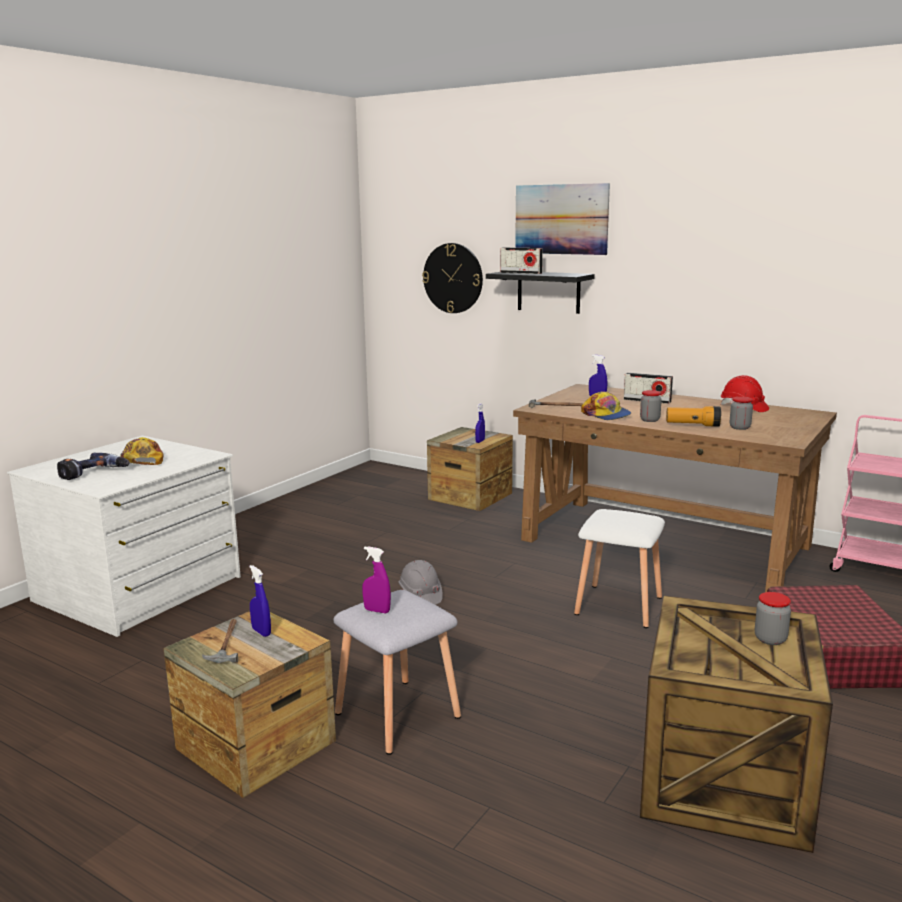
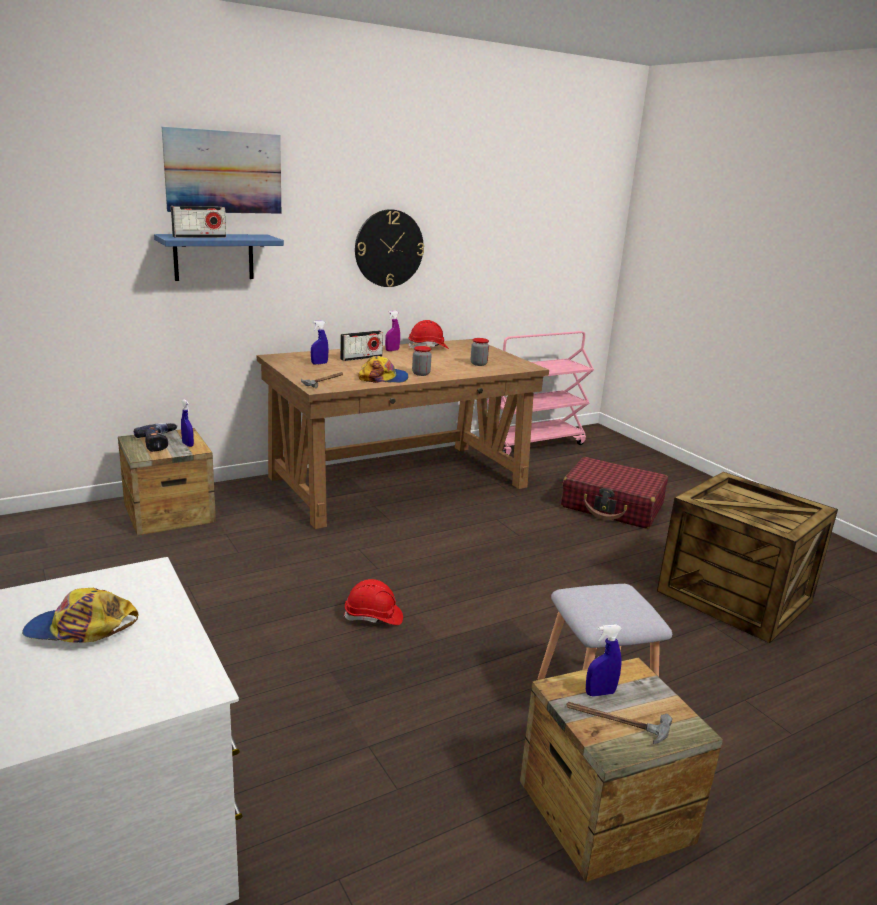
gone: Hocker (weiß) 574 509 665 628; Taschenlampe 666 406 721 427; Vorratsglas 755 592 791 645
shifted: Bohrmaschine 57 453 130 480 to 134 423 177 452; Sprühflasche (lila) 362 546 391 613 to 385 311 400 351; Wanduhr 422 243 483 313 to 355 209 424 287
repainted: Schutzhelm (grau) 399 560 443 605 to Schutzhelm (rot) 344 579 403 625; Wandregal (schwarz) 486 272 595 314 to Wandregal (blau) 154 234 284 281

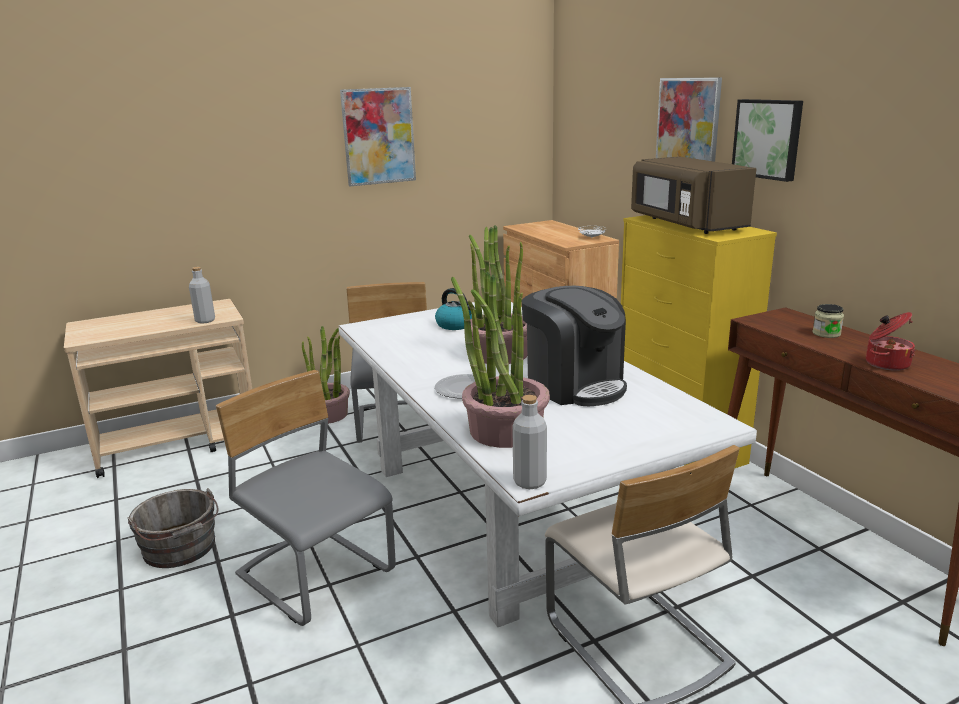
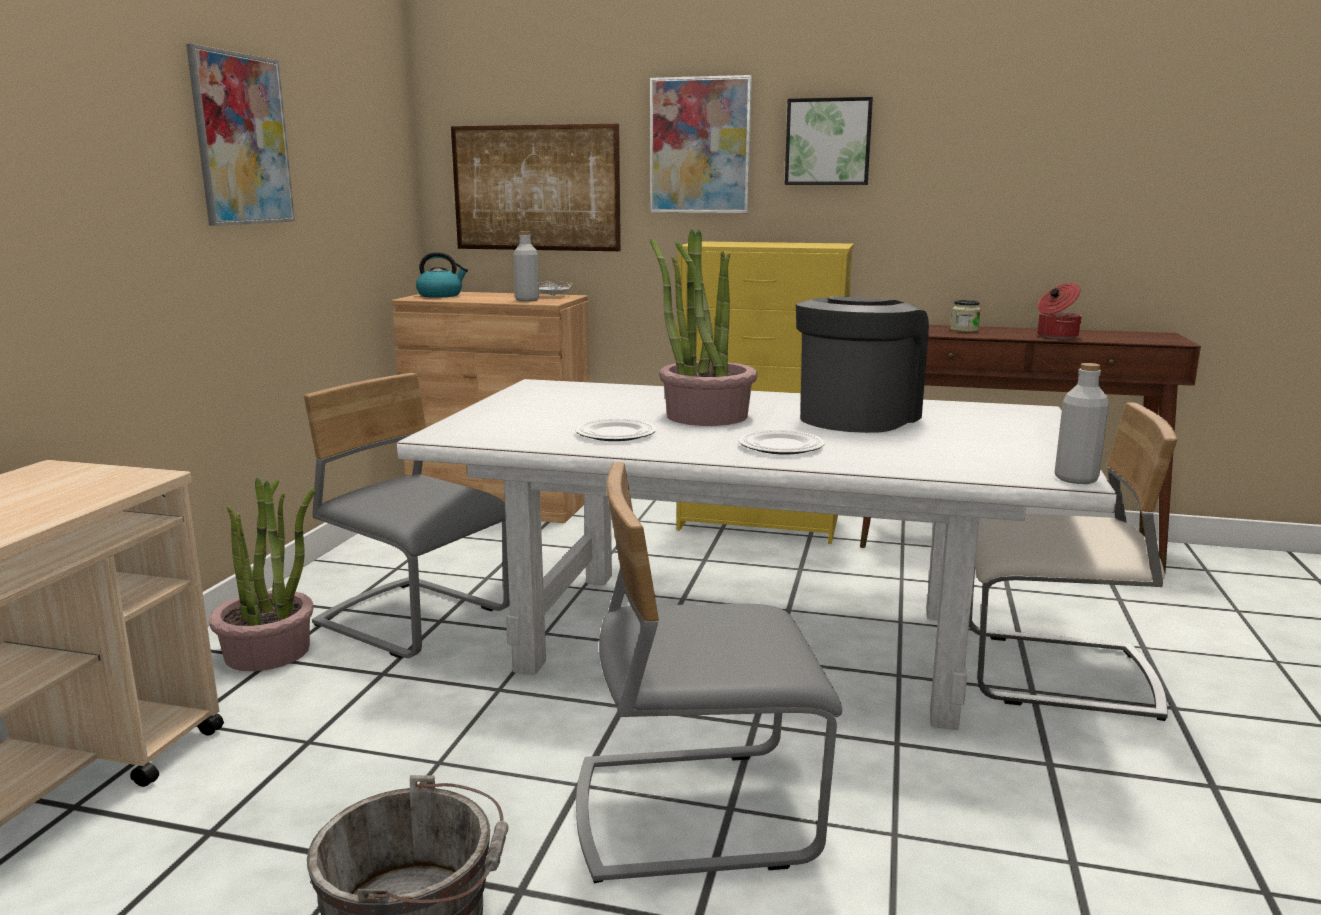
gone: Topfpflanze 451 271 550 448; Mikrowelle (braun) 631 156 757 234
new: Bild 451 123 621 251; Teller 575 419 657 441
shifted: Flasche (grau) 189 267 215 324 to 513 231 539 302; Wasserkessel 435 288 475 330 to 416 252 468 298
rotated: Kaffeemaschine 522 286 627 406 = 796 296 929 433 60 degrees counterclockwise

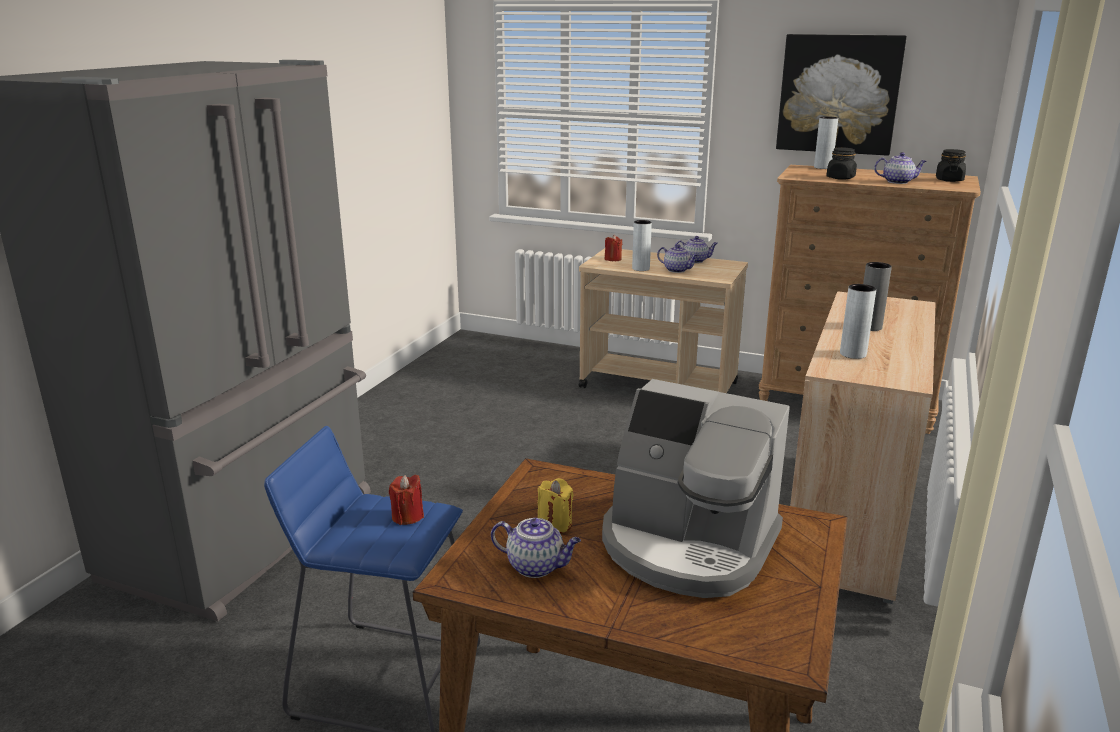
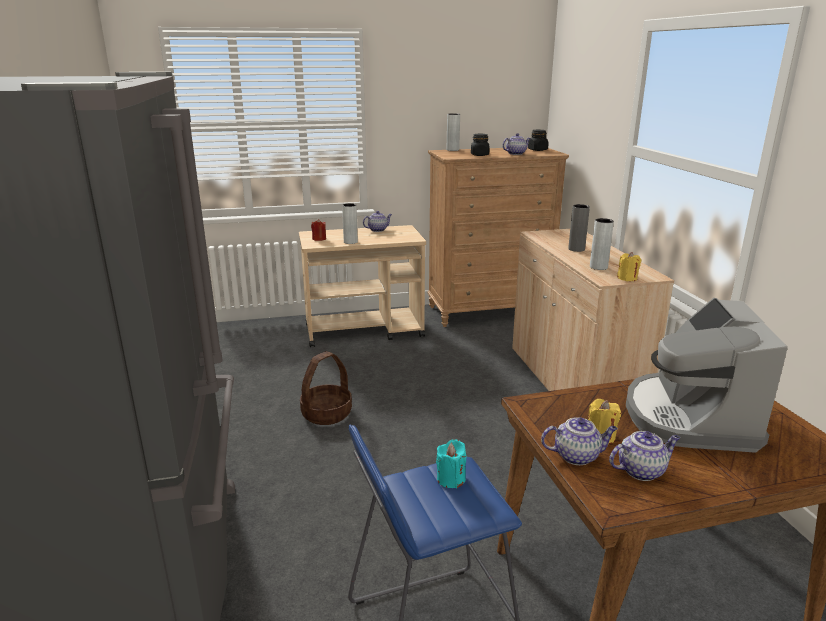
gone: Bild 776 34 907 156
new: Korb 300 351 352 425; Kerze (gelb) 617 252 641 281
shifted: Teekanne 657 244 699 273 to 541 417 618 465
repainted: Kerze (rot) 389 475 424 525 to Kerze (türkis) 436 439 466 488
rotated: Kaffeemaschine 602 379 790 598 = 626 298 788 453 105 degrees clockwise

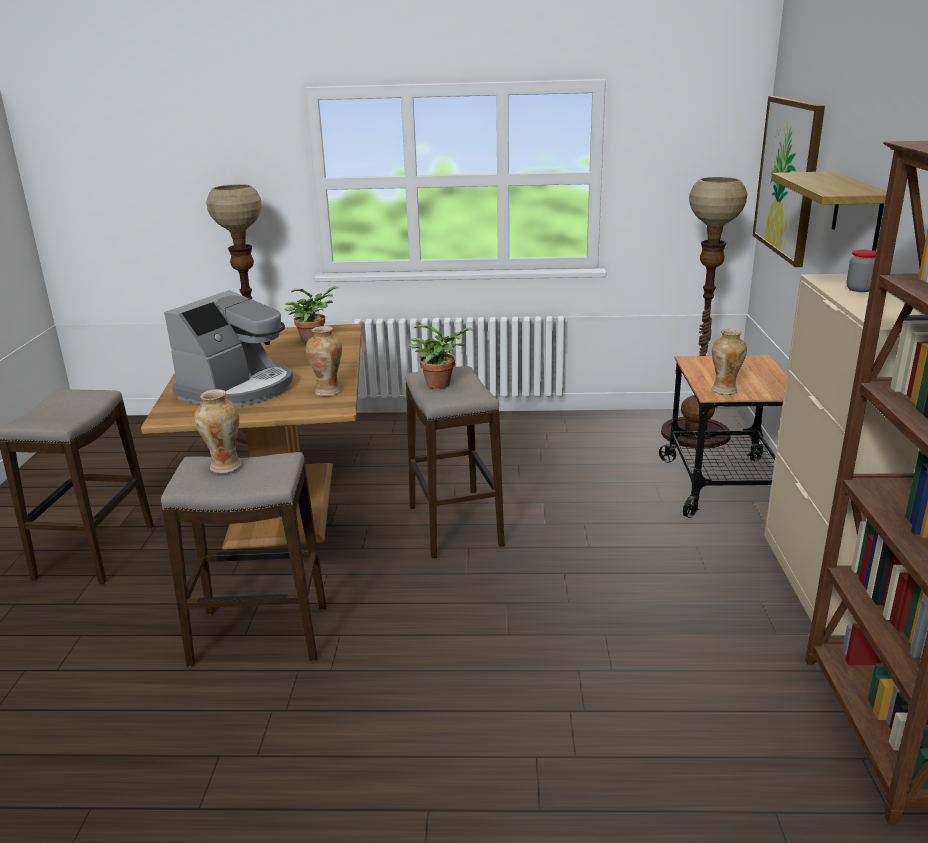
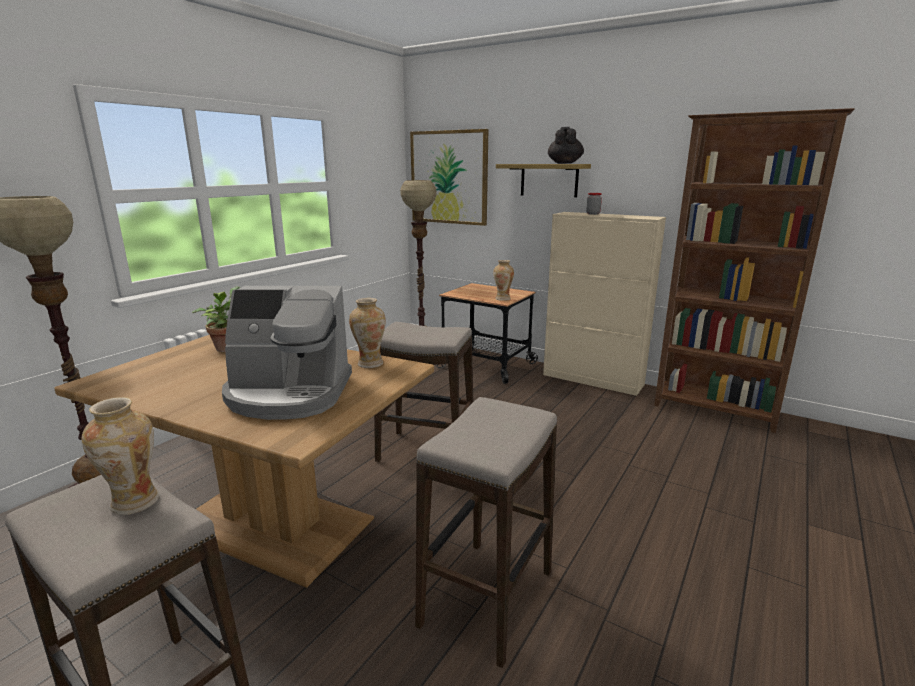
gone: Topfpflanze 409 324 473 389
new: Teekanne (schwarz) 548 127 584 164
shifted: Vase 194 389 241 473 to 81 397 159 515
rotated: Kaffeemaschine 164 290 293 407 = 222 286 352 420 120 degrees clockwise

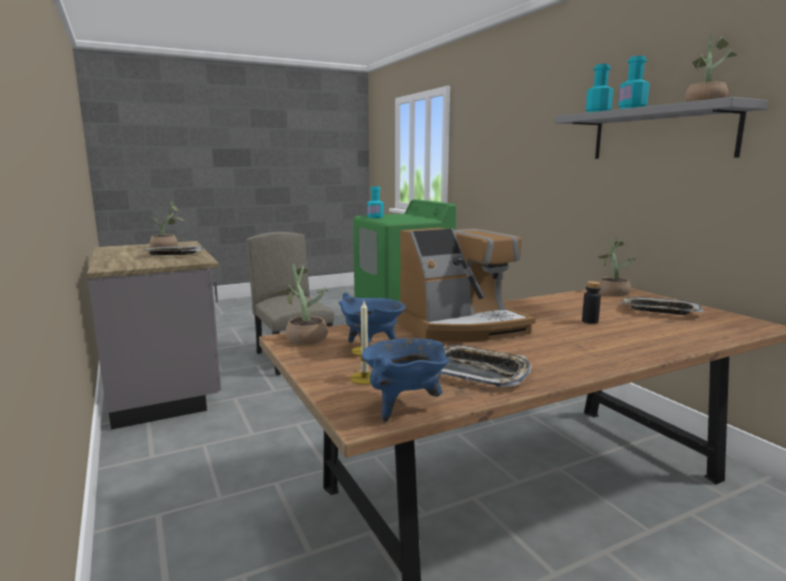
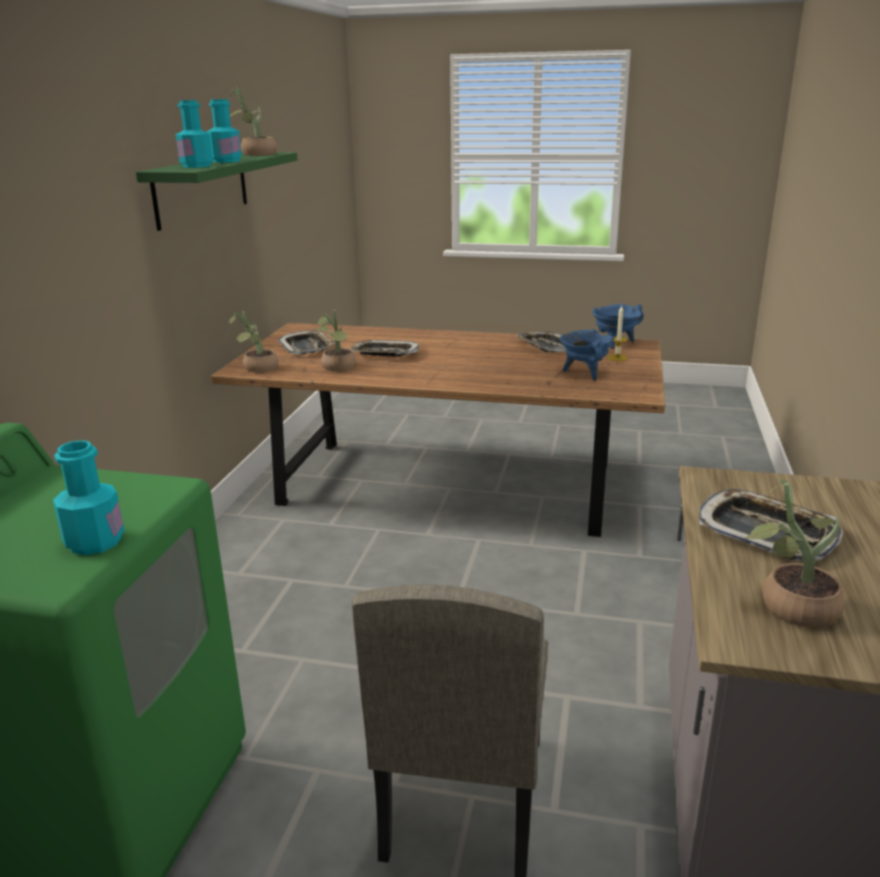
gone: Kaffeemaschine 396 228 536 342
shifted: Topfpflanze 278 264 328 345 to 317 310 356 372
swapped: Flasche (schwarz) 582 281 601 324 to Tablett 350 340 419 357
repainted: Wandregal (grau) 554 97 769 159 to Wandregal (grün) 136 152 298 231

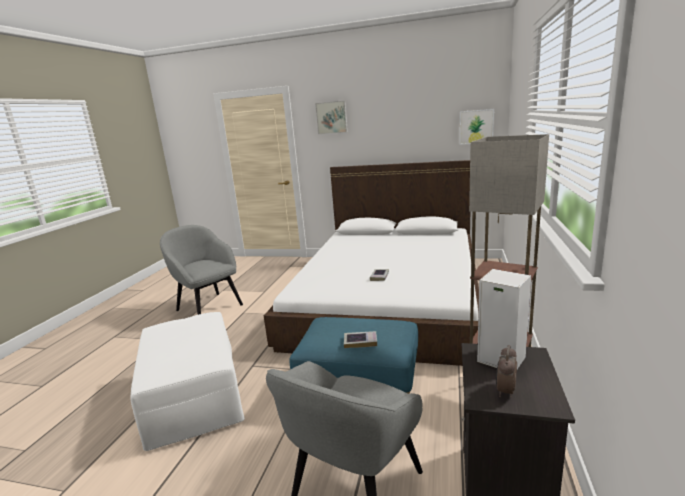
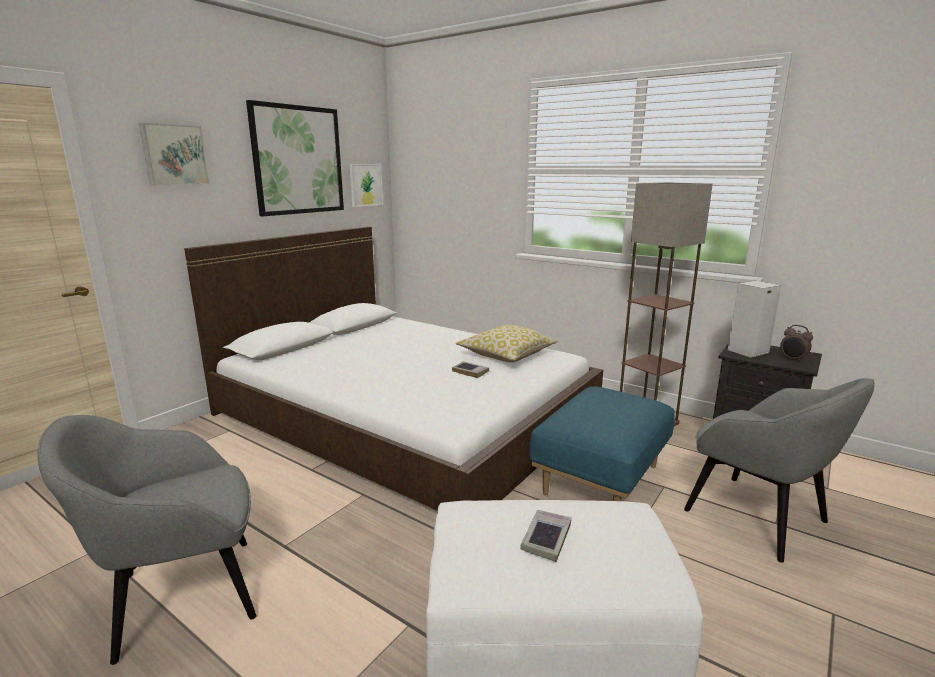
new: Bild 246 100 344 216; Kissen 456 325 558 362
shifted: Buch 344 331 377 348 to 520 510 572 562

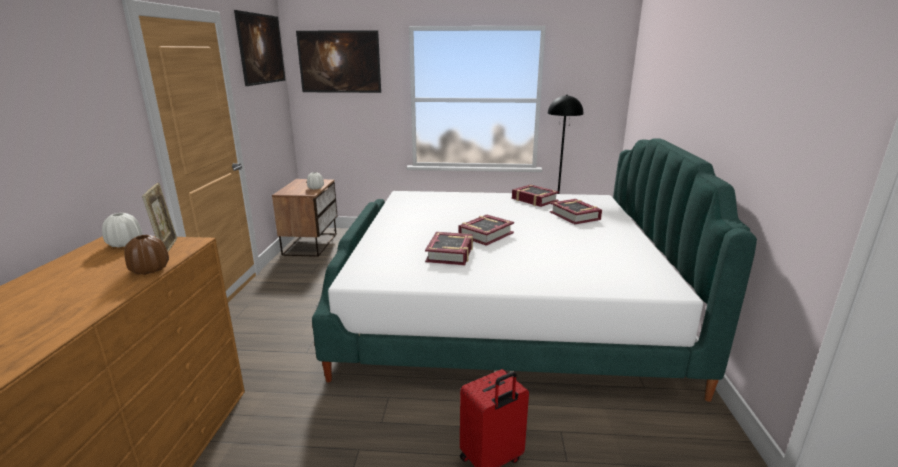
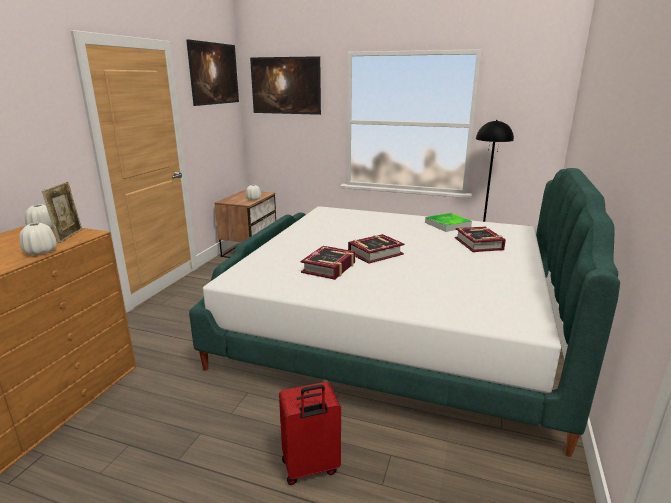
swapped: Buch 512 185 559 207 to Tablett 425 213 472 232
repainted: Vase (braun) 125 235 169 275 to Vase (weiß) 19 223 57 255

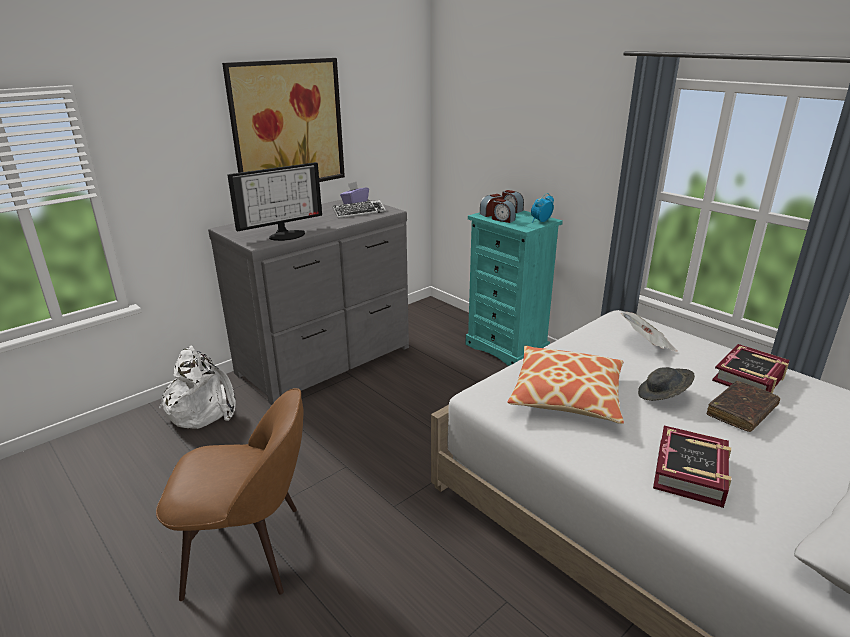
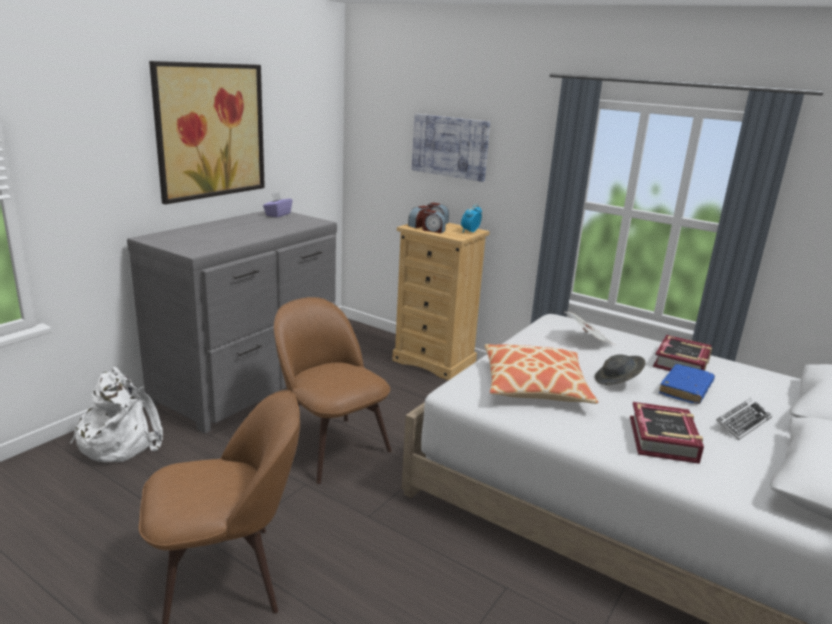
gone: Monitor 227 162 322 241
new: Stuhl (braun) 274 297 392 484; Bild 412 114 490 182
shifted: Tastatur 332 200 386 219 to 716 398 773 440
repainted: Kommode (türkis) 465 210 563 366 to Kommode (beige) 392 223 490 380; Buch (braun) 707 381 780 432 to Buch (blau) 659 364 715 404

